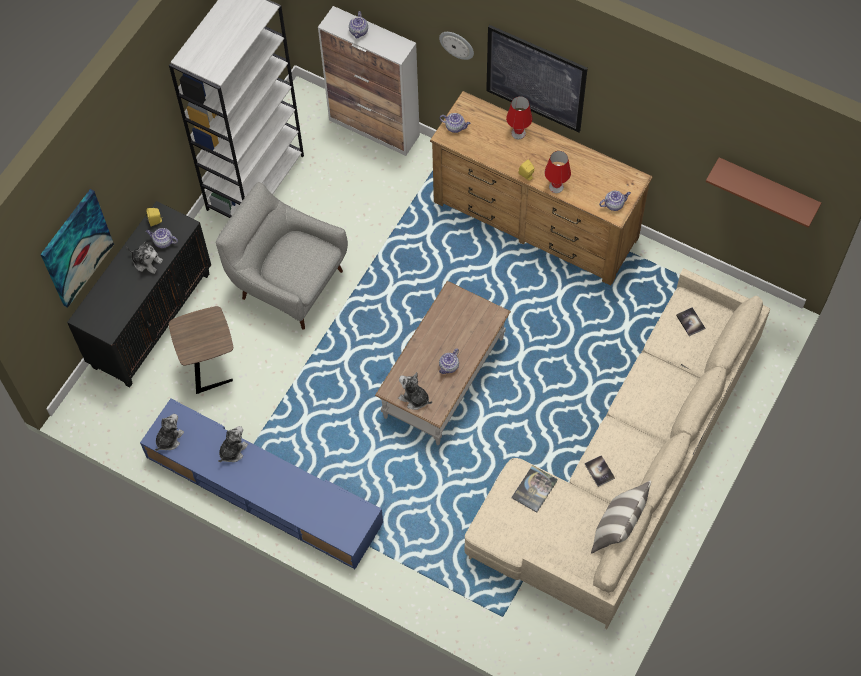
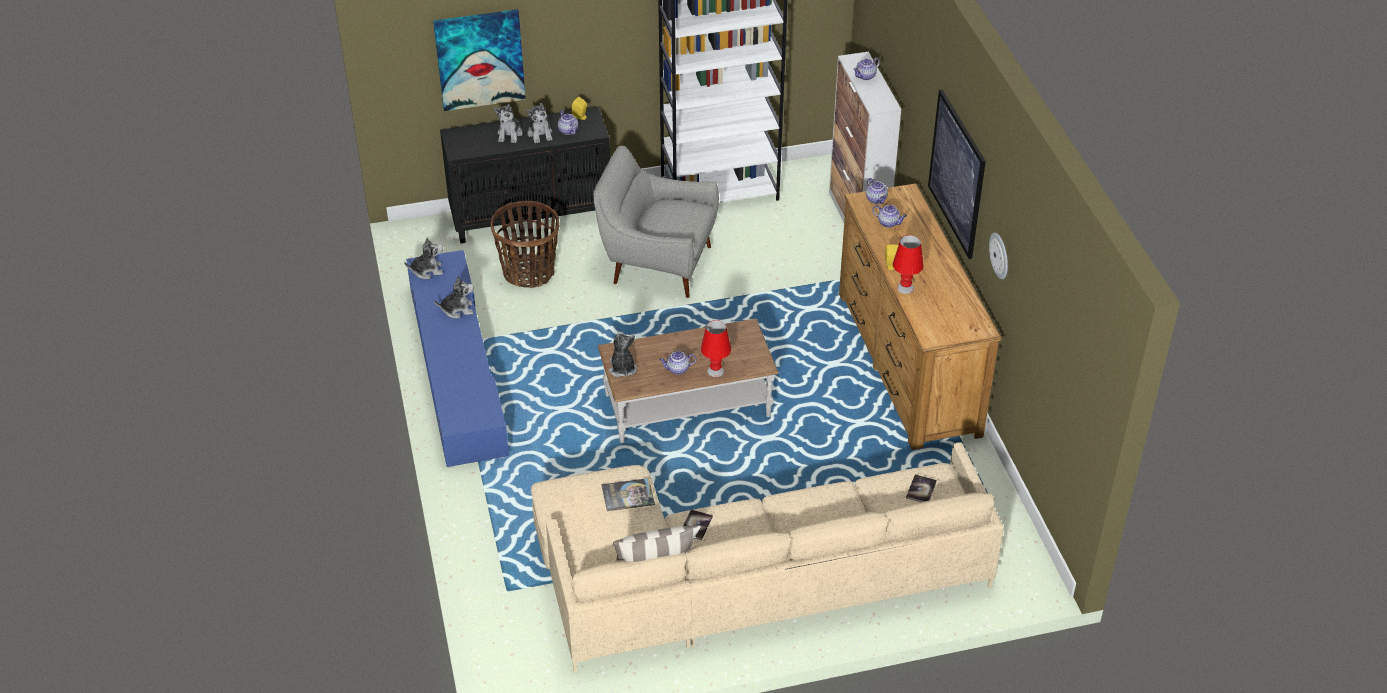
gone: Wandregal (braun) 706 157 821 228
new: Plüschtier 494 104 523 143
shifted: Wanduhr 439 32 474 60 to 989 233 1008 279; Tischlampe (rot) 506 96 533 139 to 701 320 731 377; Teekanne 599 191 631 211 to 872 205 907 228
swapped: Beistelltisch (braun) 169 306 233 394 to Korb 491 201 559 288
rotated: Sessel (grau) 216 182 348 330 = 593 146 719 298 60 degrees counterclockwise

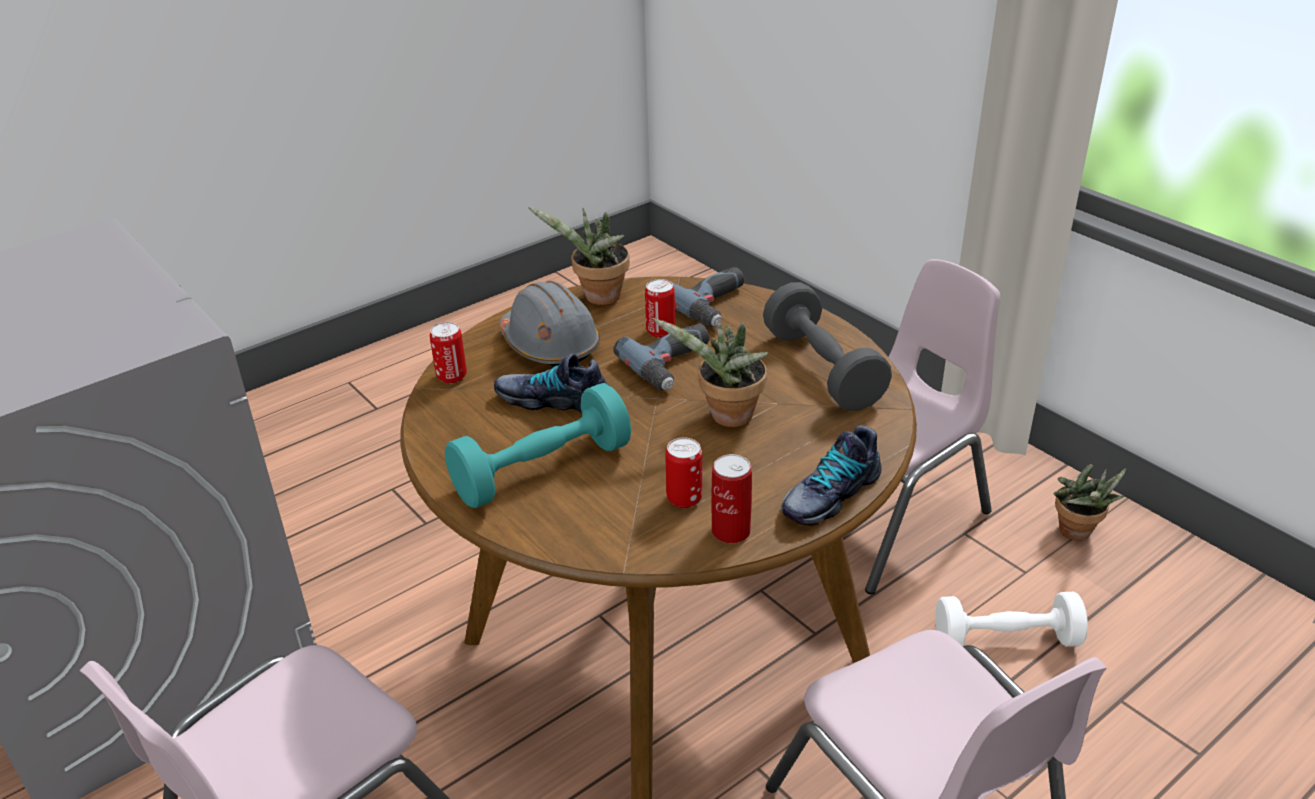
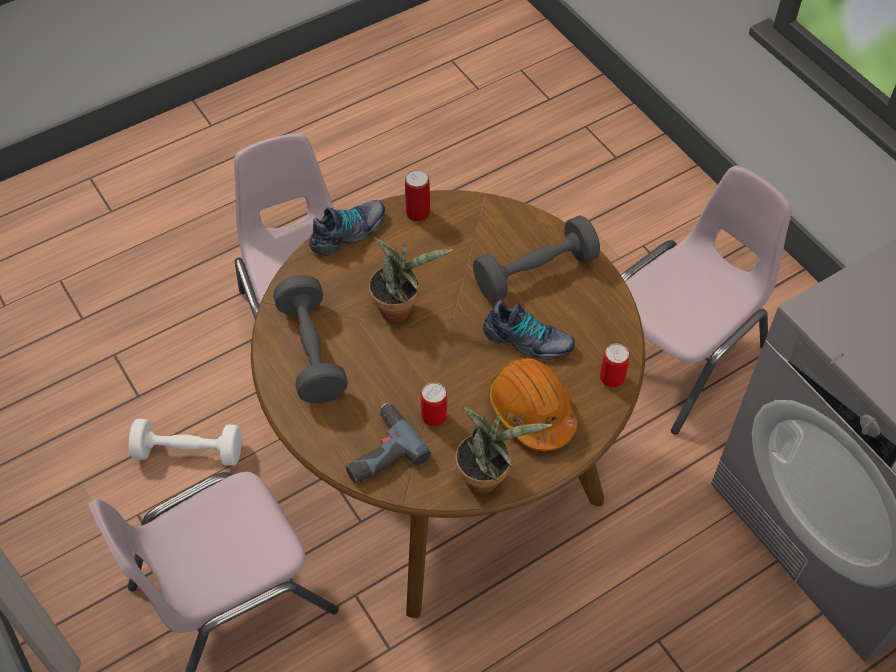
gone: Bohrmaschine 613 323 709 391; Dose 665 437 702 508; Topfpflanze 1053 464 1126 541
repainted: Hantel (türkis) 445 383 631 508 to Hantel (grau) 473 215 600 302; Schutzhelm (grau) 499 281 600 367 to Schutzhelm (orange) 489 358 577 451

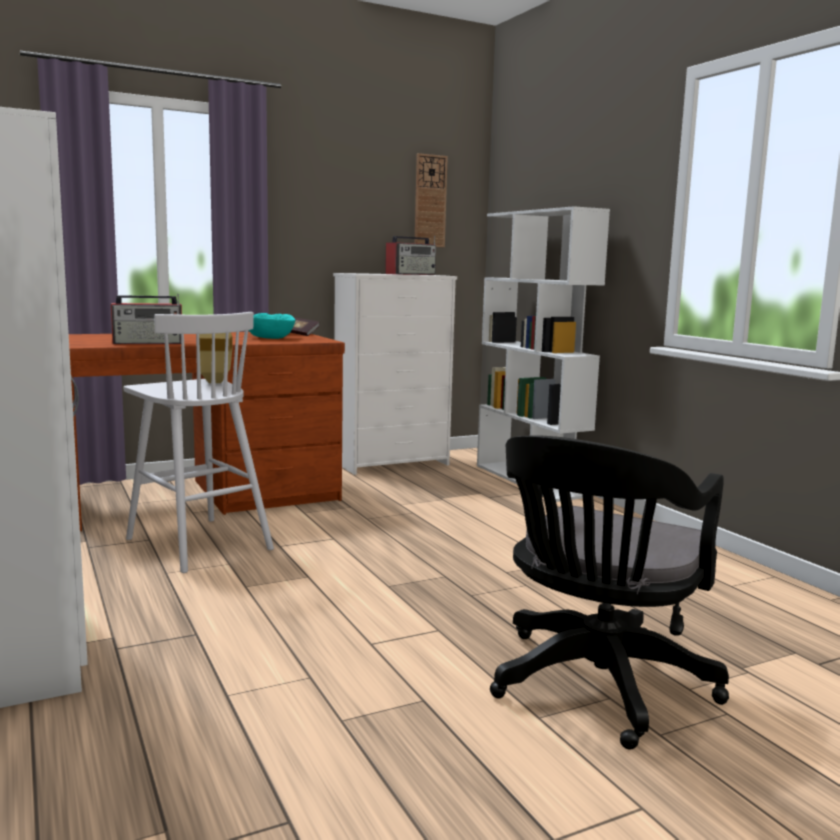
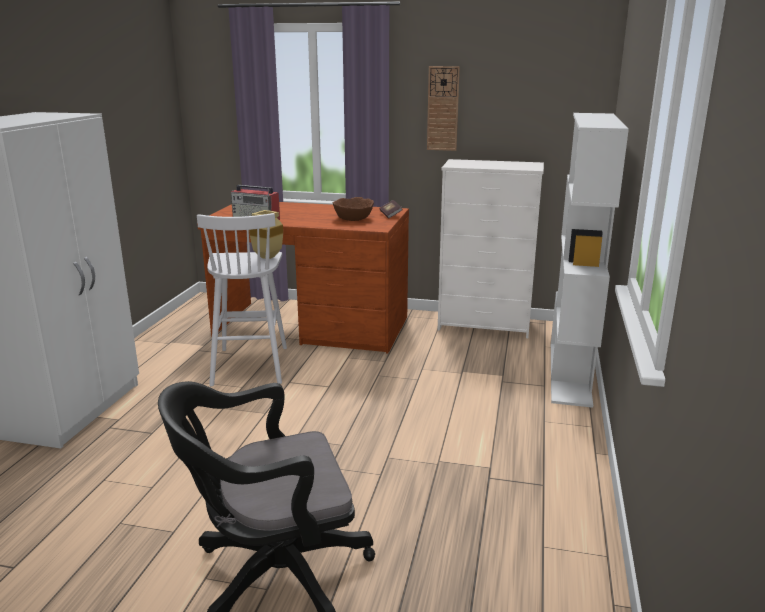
gone: Radio 385 236 436 275
shifted: Wanduhr 415 153 448 247 to 427 66 460 151
repainted: Schüssel (türkis) 249 313 295 339 to Schüssel (braun) 333 197 374 221

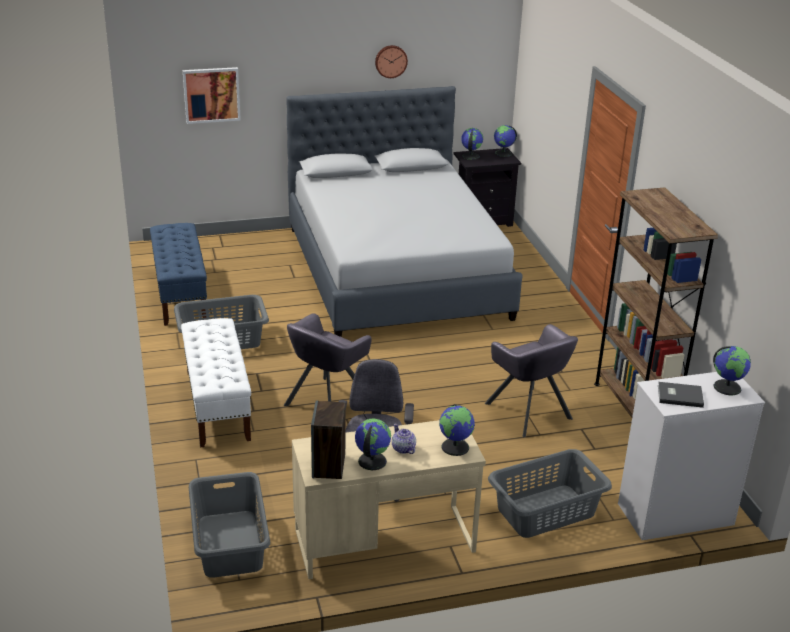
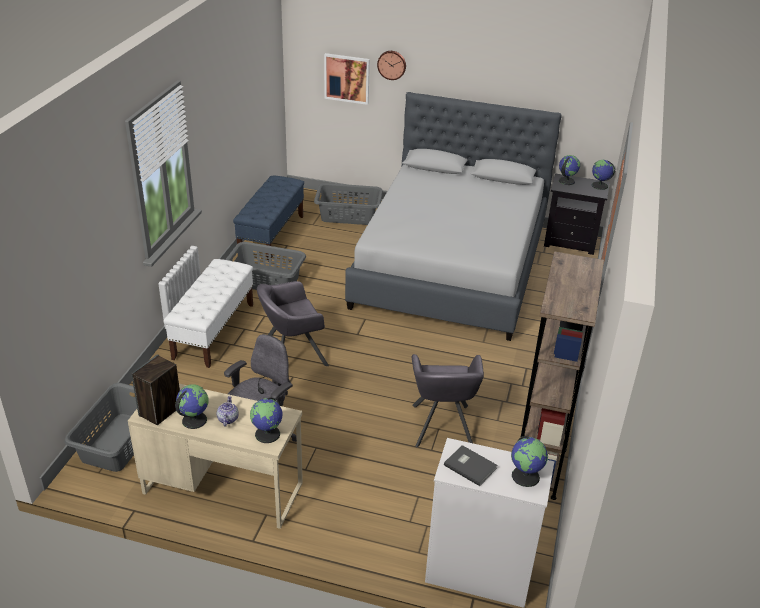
shifted: Wanduhr 375 45 408 78 to 377 51 406 80; Wäschekorb (grau) 488 449 612 538 to 314 183 383 225

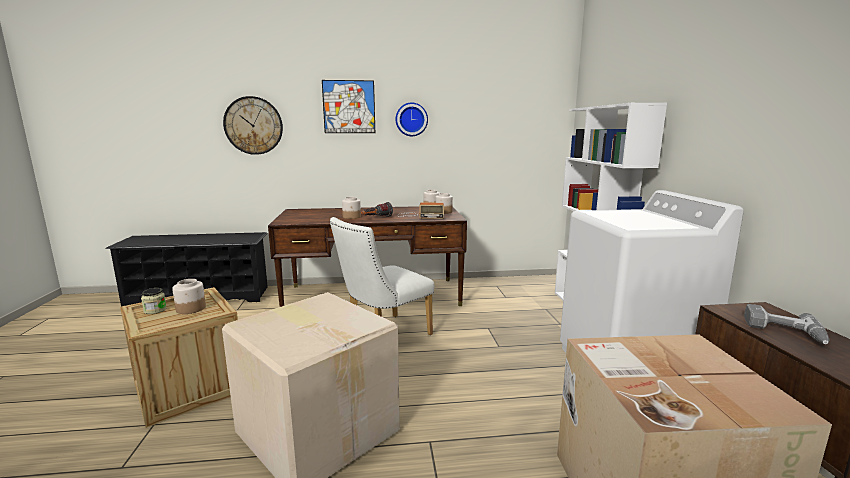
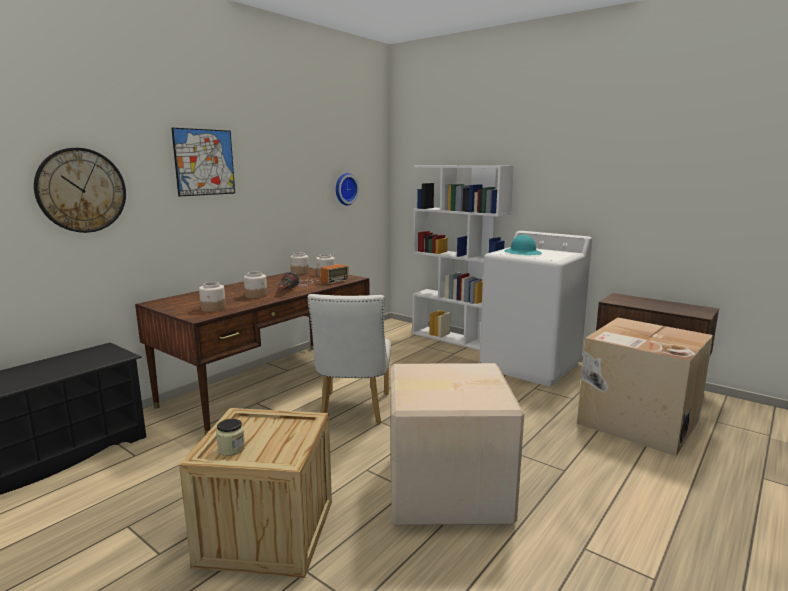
gone: Bohrmaschine 744 304 829 344
new: Schutzhelm (türkis) 505 235 542 255
shifted: Vorratsglas 172 279 206 314 to 199 282 226 312; Wanduhr 396 102 428 136 to 336 173 359 206

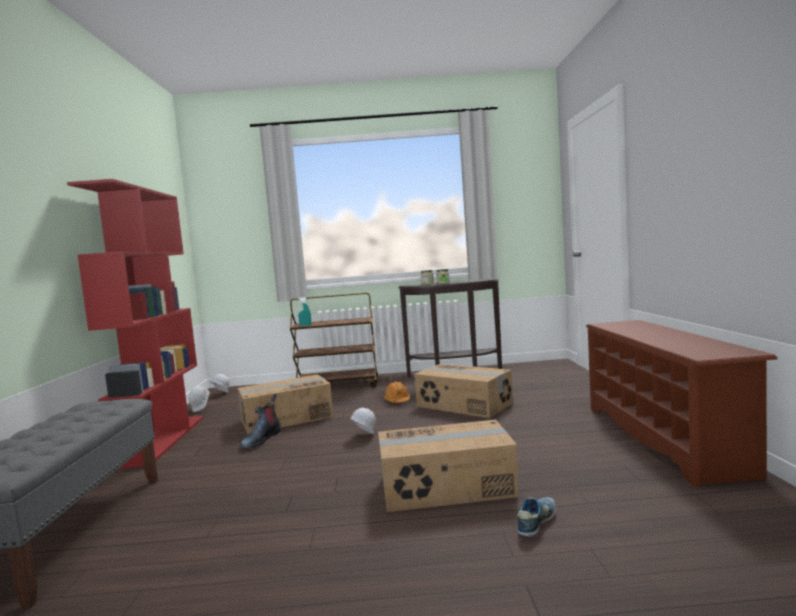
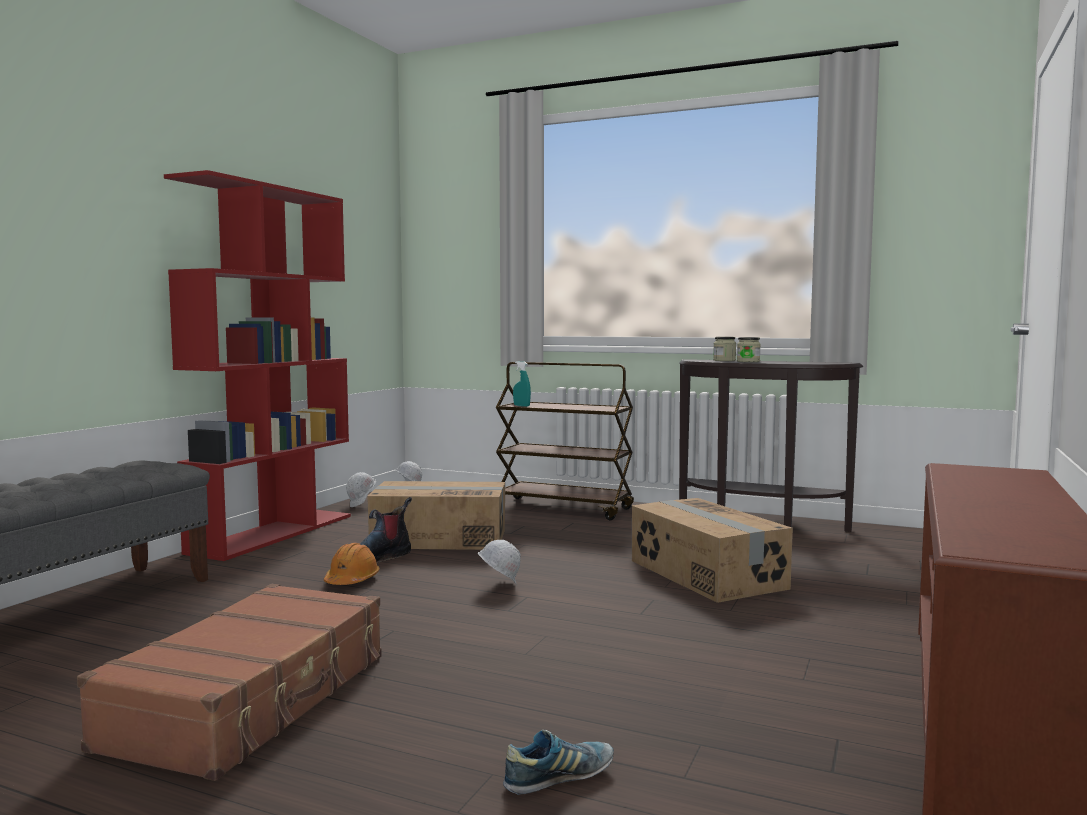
gone: Karton 378 420 519 512
new: Koffer (braun) 77 584 382 781
shifted: Schutzhelm (orange) 384 381 410 403 to 324 543 380 585

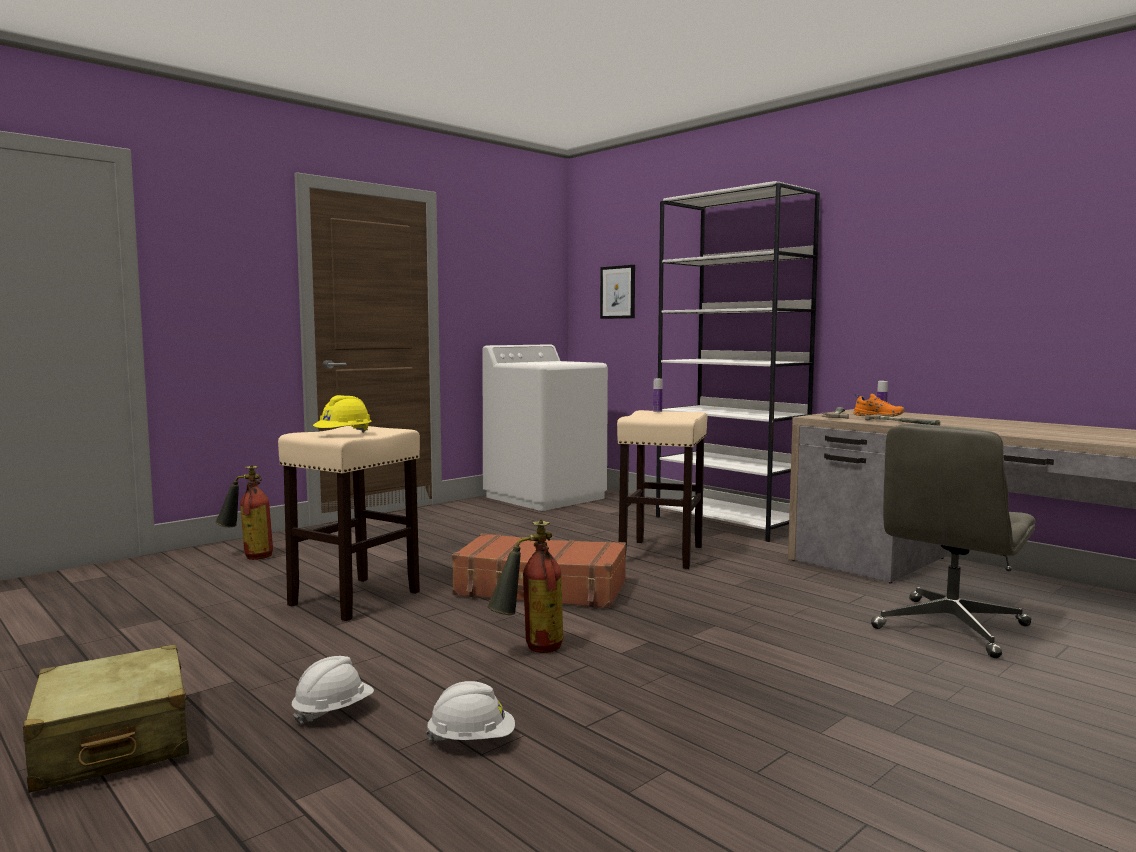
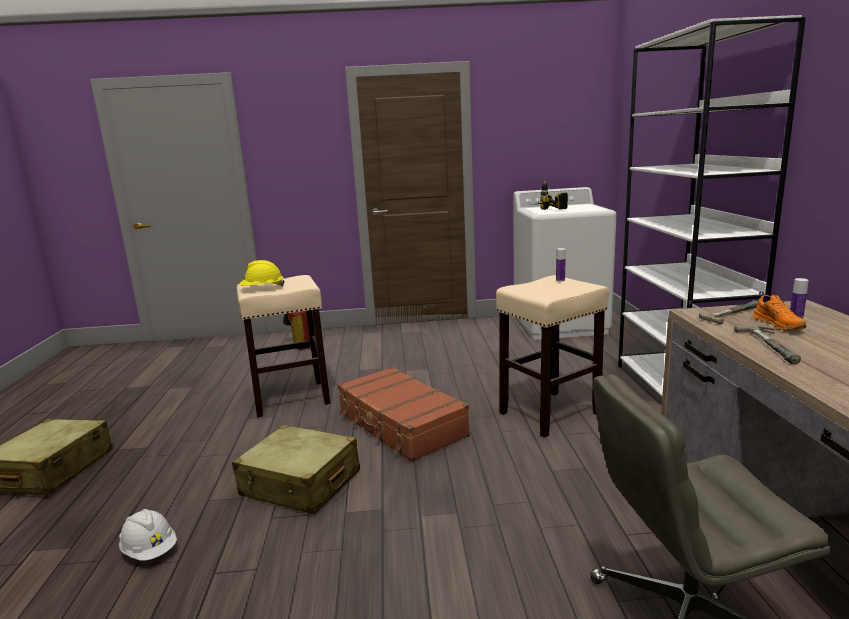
gone: Schutzhelm (weiß) 292 656 374 726; Bild 600 265 635 319
new: Bohrmaschine 531 181 568 210
swapped: Feuerlöscher 488 520 563 653 to Koffer (beige) 232 425 360 514

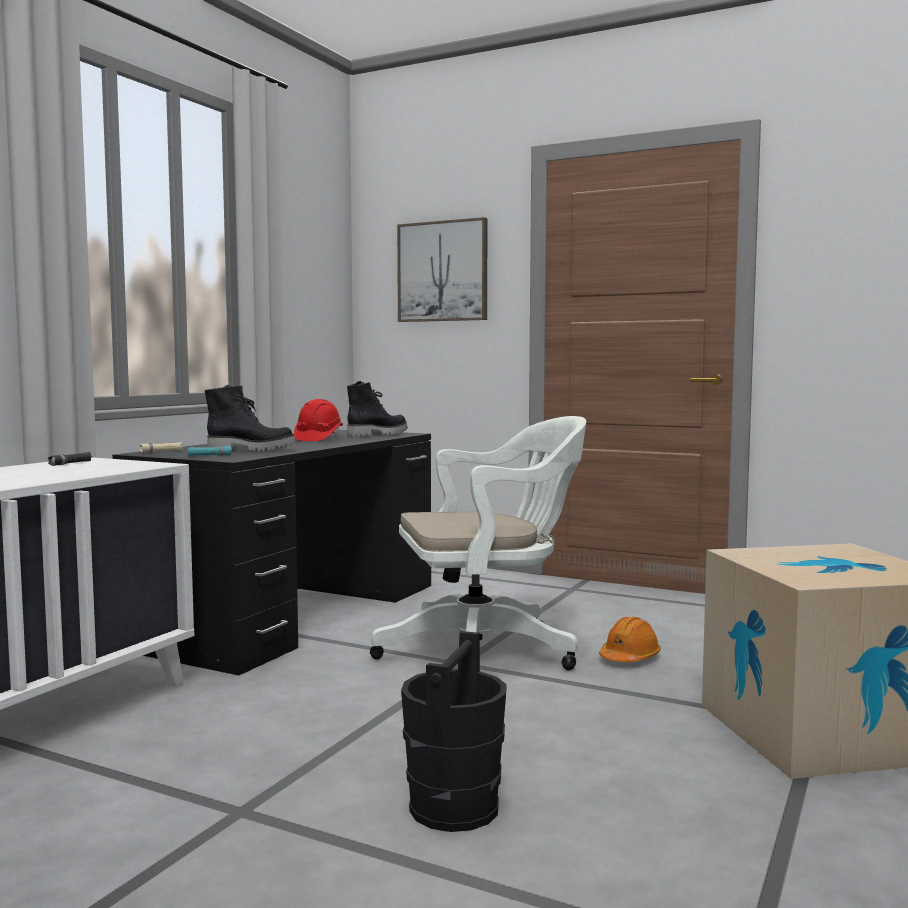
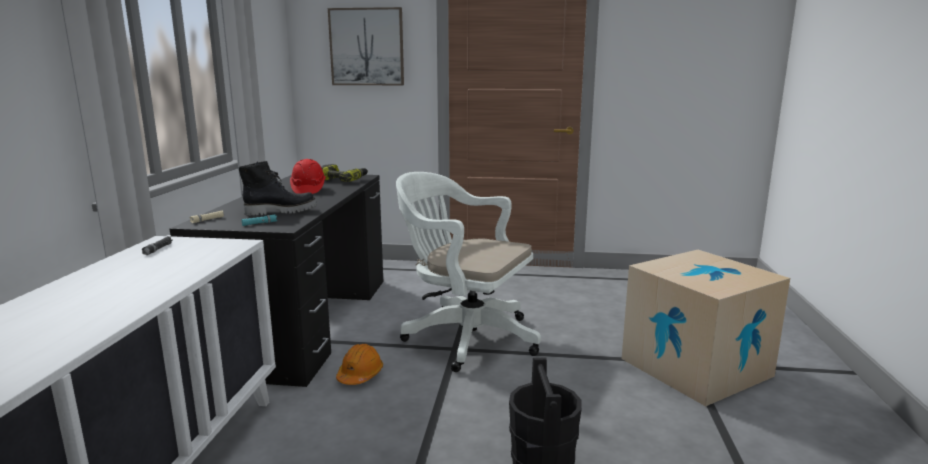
shifted: Schutzhelm (orange) 599 617 661 662 to 336 344 383 385
swapped: Stiefel (schwarz) 347 381 408 437 to Bohrmaschine 321 164 368 182
rotated: Bürostuhl (weiß) 370 416 586 670 = 396 172 541 372 120 degrees counterclockwise

